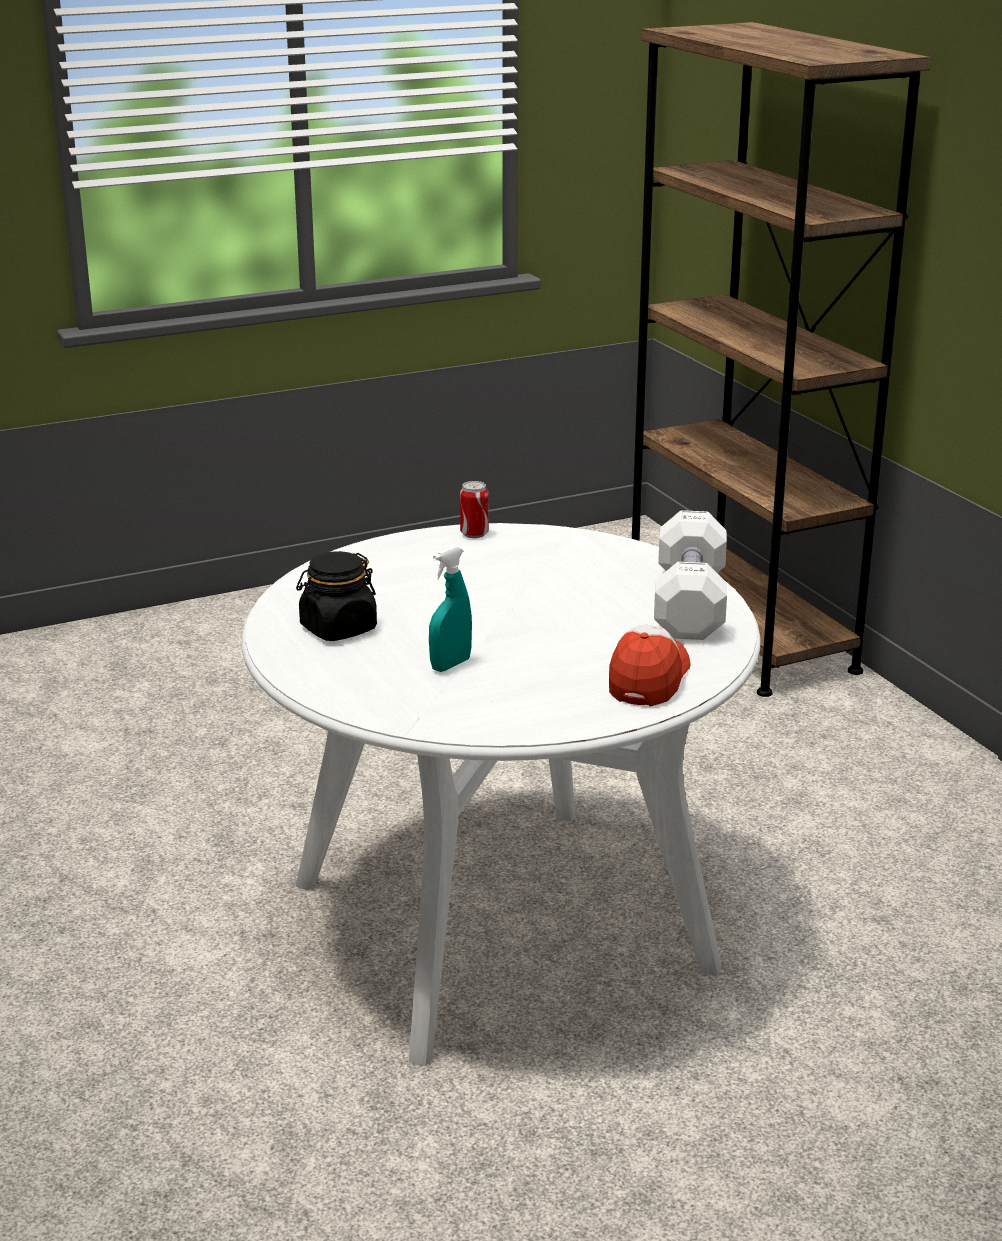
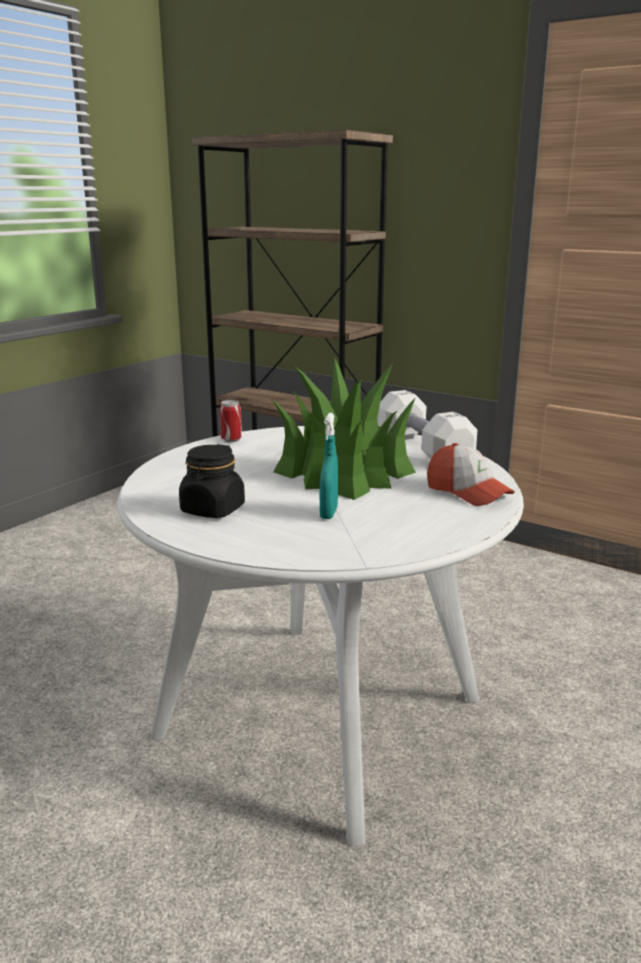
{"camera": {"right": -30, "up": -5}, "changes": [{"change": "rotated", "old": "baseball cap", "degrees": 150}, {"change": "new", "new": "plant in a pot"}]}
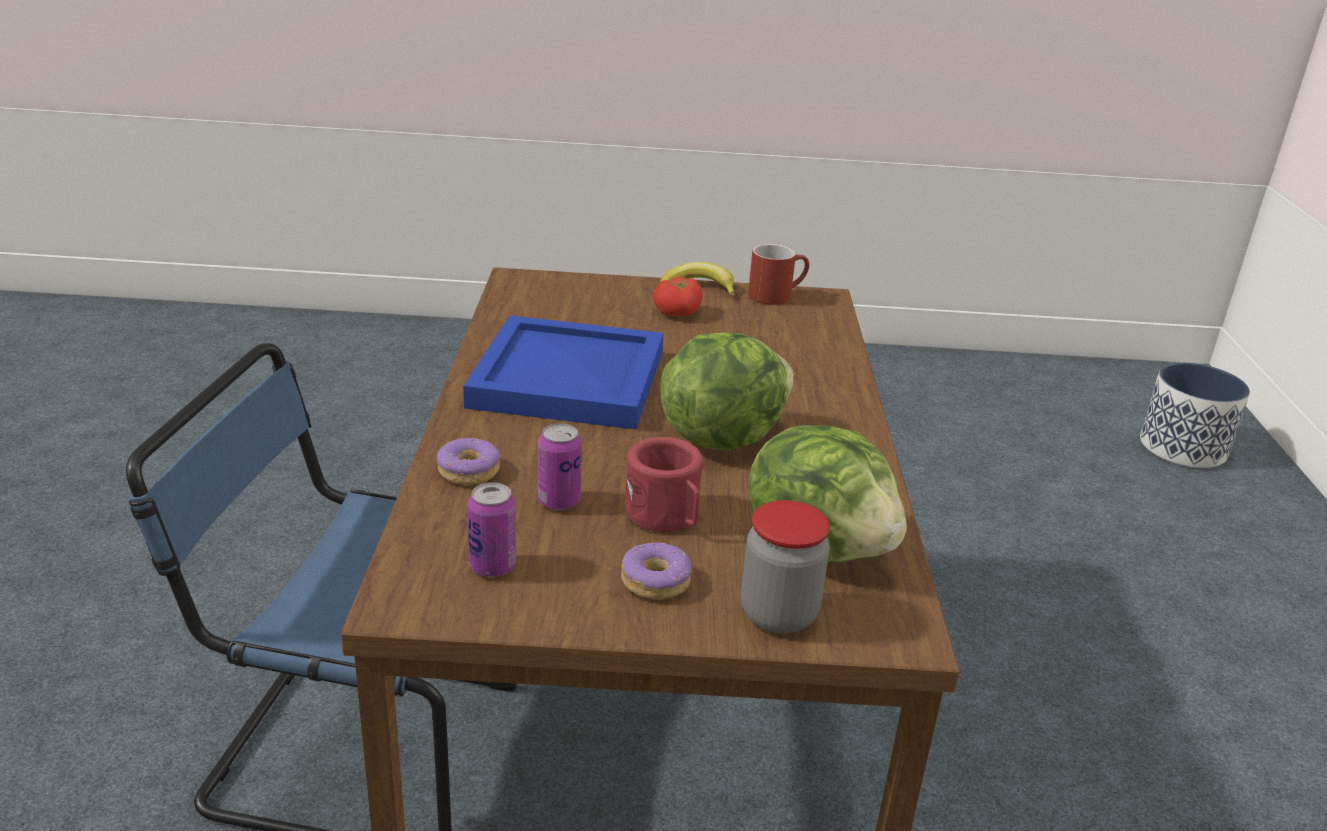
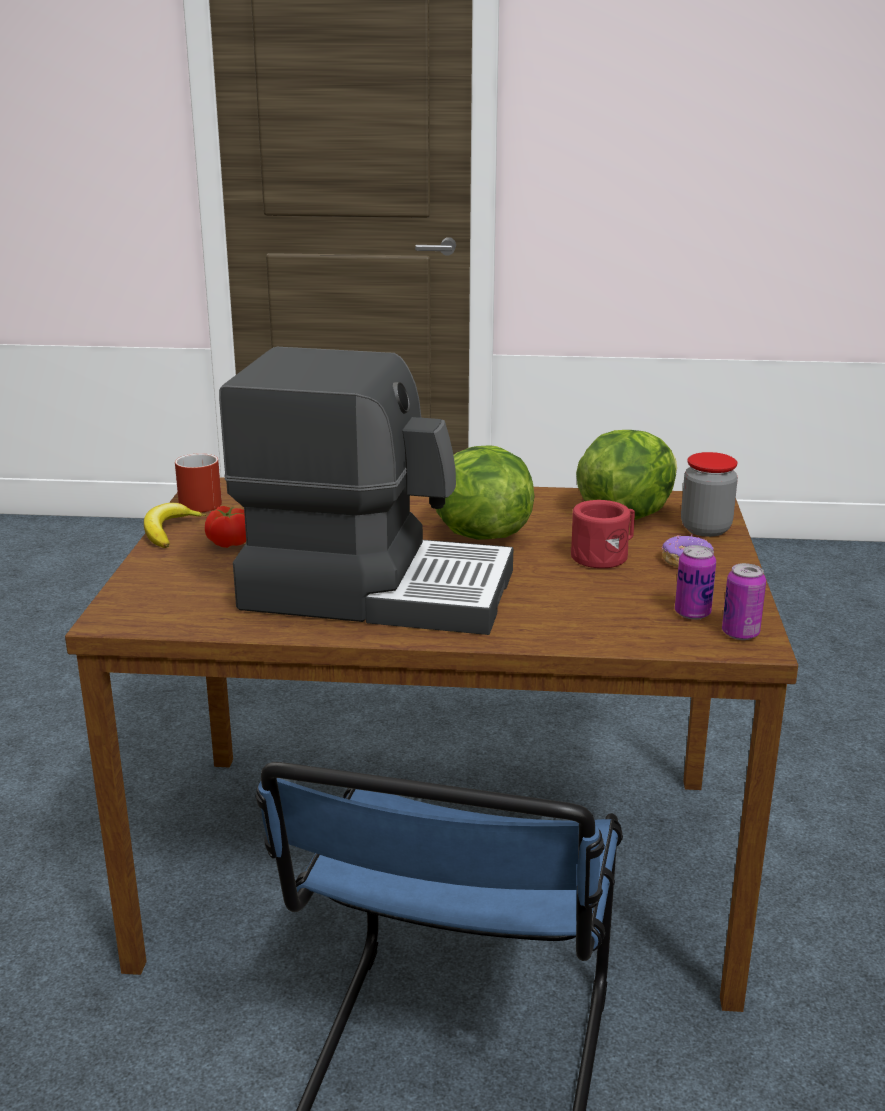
{"camera": {"right": -85, "up": -5}, "changes": [{"change": "swapped", "old": "blue-coloured tray", "new": "coffee maker"}, {"change": "gone", "old": "plant pot"}, {"change": "shifted", "old": "sealed can (no. 2 from left)"}, {"change": "gone", "old": "ring doughnut (no. 1 from left)"}]}
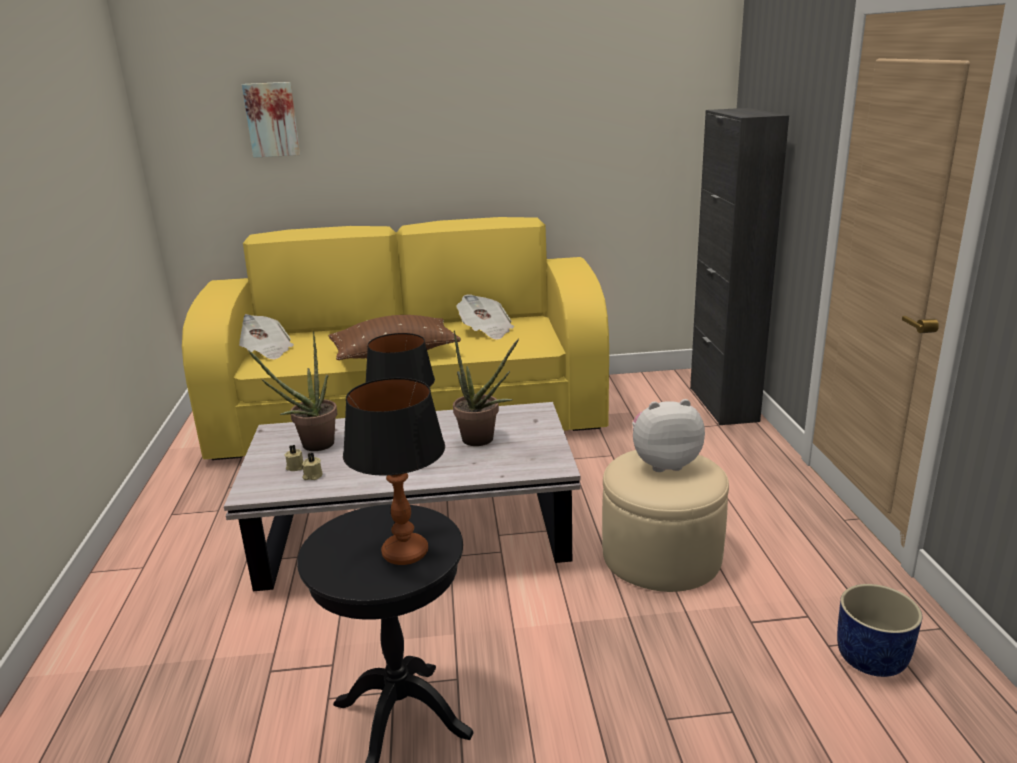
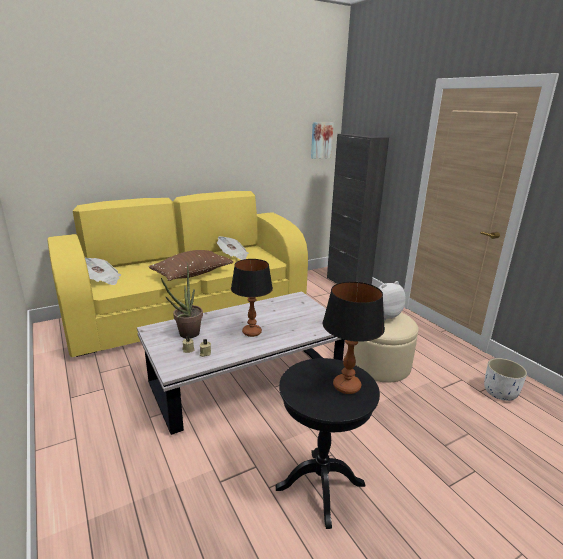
{"camera": {"right": -25, "up": 0}, "changes": [{"change": "shifted", "old": "wall picture"}, {"change": "gone", "old": "plant in a pot (no. 2 from left)"}, {"change": "repainted", "old": "blue-coloured plant pot", "new": "white plant pot"}]}
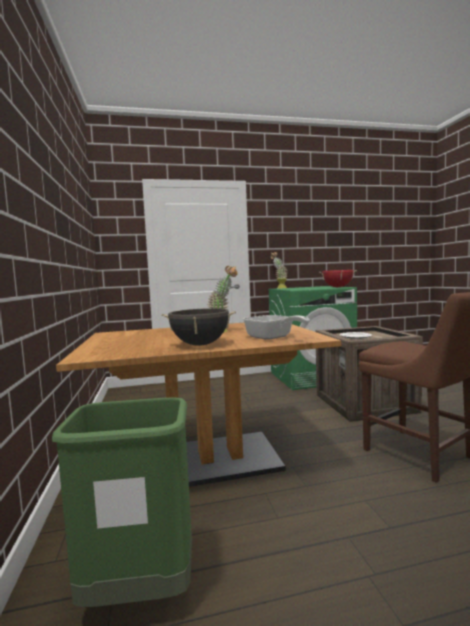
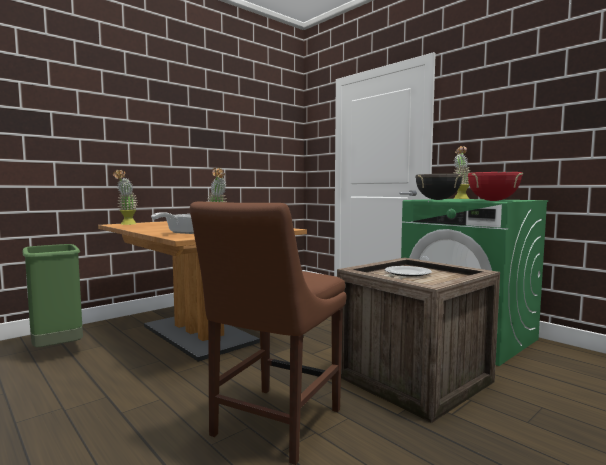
{"camera": {"right": 60, "up": 0}, "changes": [{"change": "shifted", "old": "black-coloured stockpot"}, {"change": "new", "new": "plant in a pot (no. 1 from left)"}]}
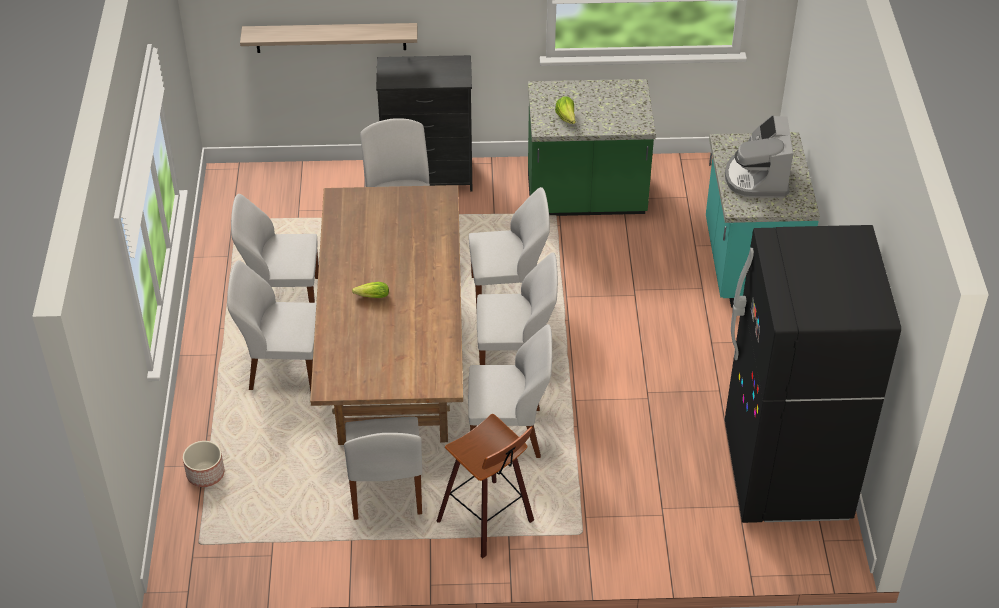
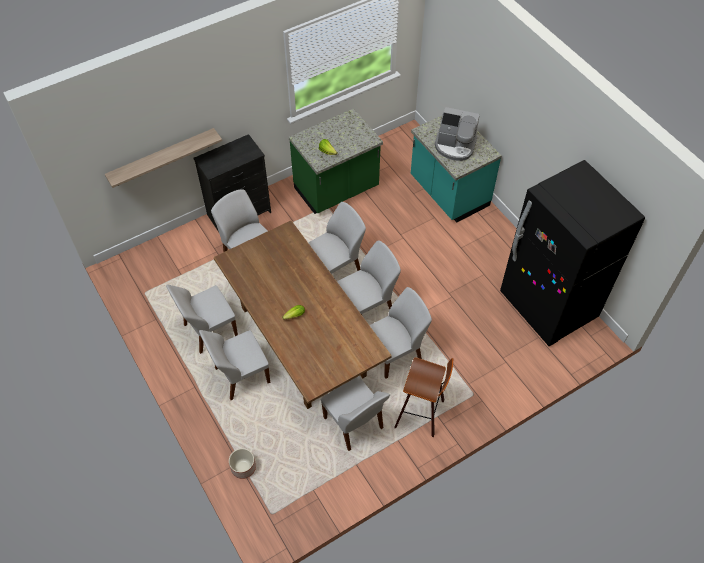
{"camera": {"right": -30, "up": 10}, "changes": [{"change": "rotated", "old": "coffee maker", "degrees": -45}]}
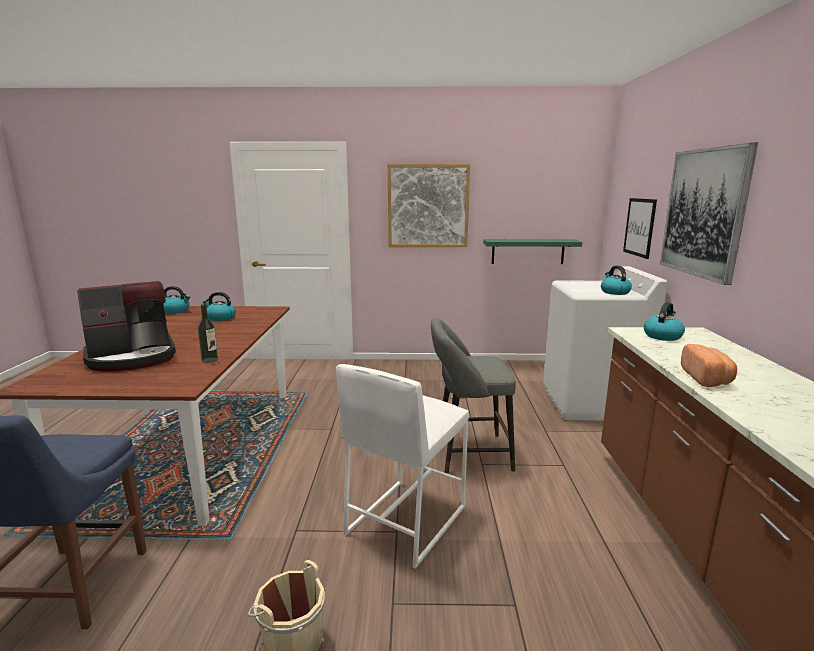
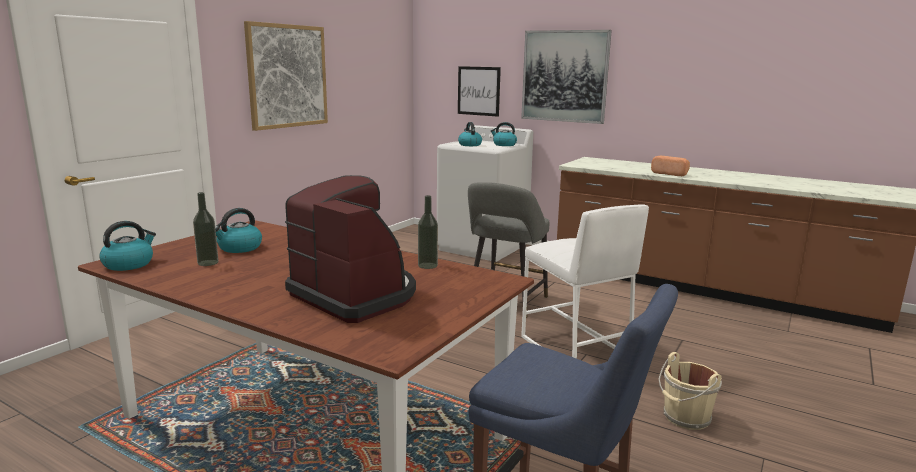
{"camera": {"right": -60, "up": 0}, "changes": [{"change": "gone", "old": "green-coloured bracket shelf"}, {"change": "rotated", "old": "coffee maker", "degrees": -45}, {"change": "shifted", "old": "water kettle (no. 4 from left in the first image)", "new": "water kettle (no. 3 from left)"}, {"change": "new", "new": "beverage bottle (no. 1 from left)"}]}
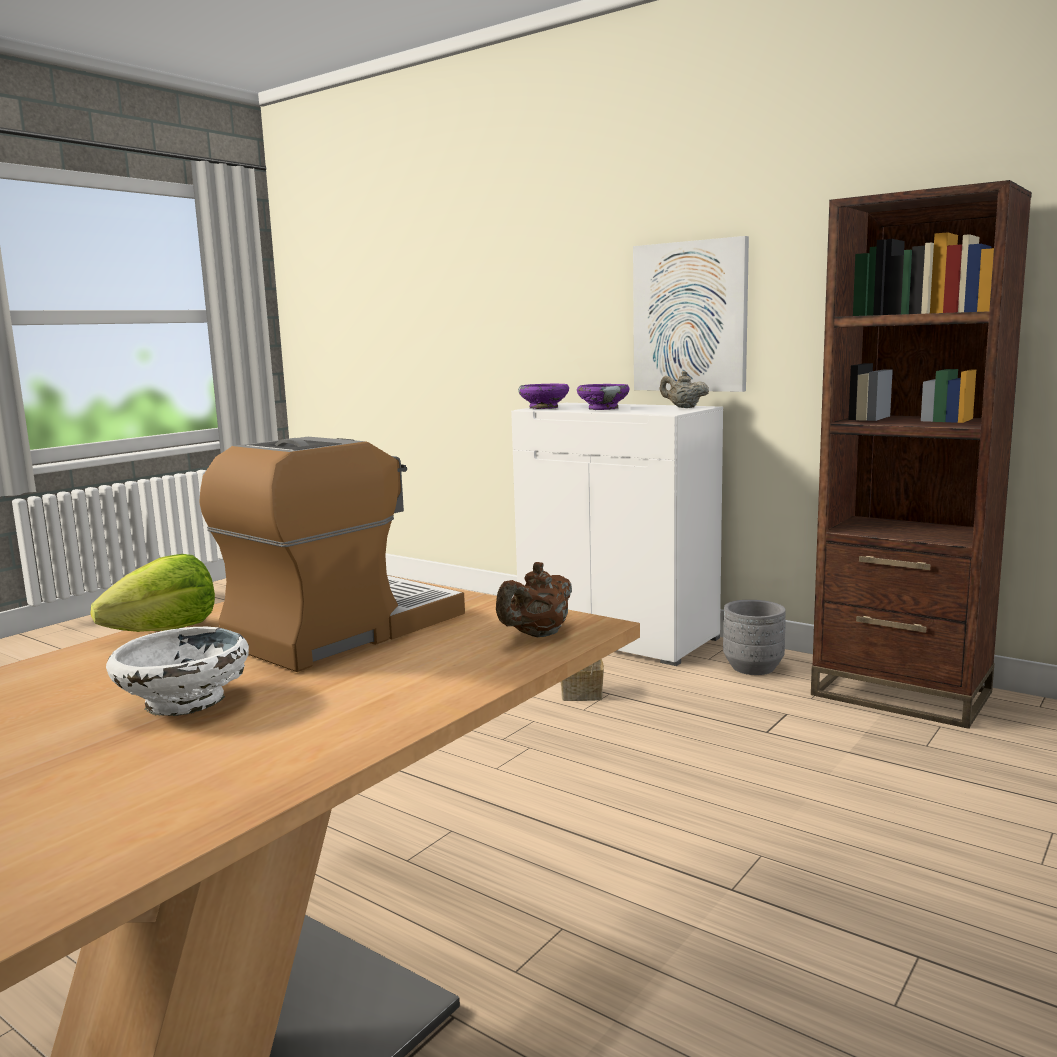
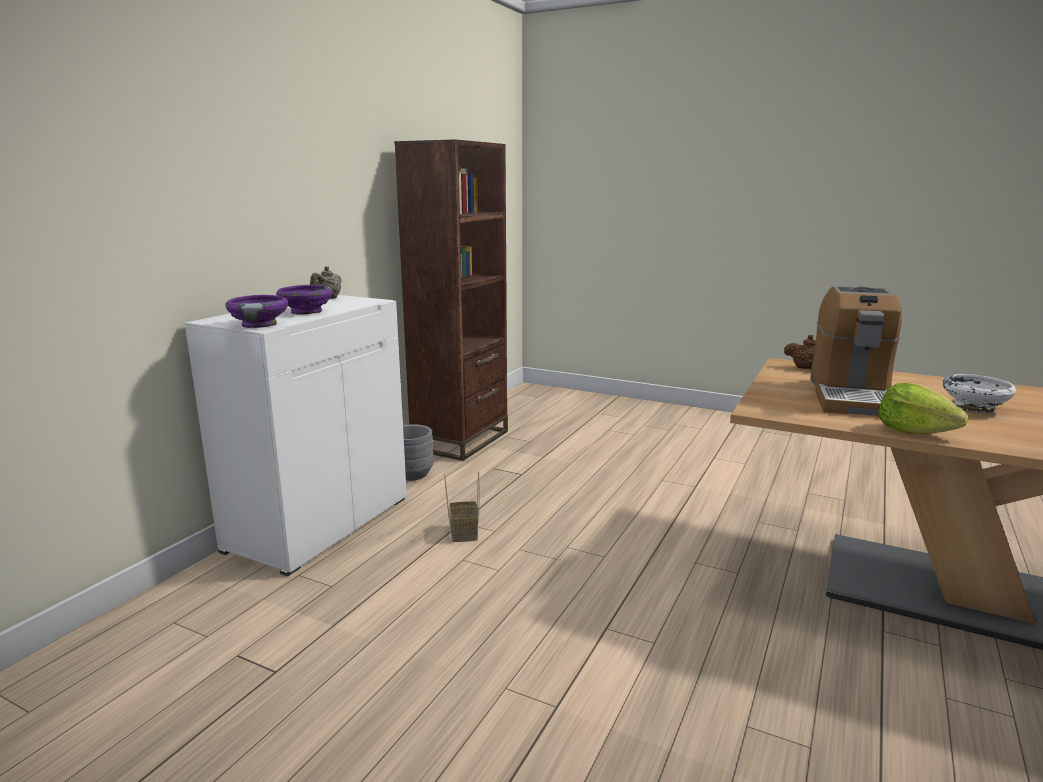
{"camera": {"right": -100, "up": 5}, "changes": [{"change": "gone", "old": "wall picture"}, {"change": "rotated", "old": "coffee maker", "degrees": -105}]}
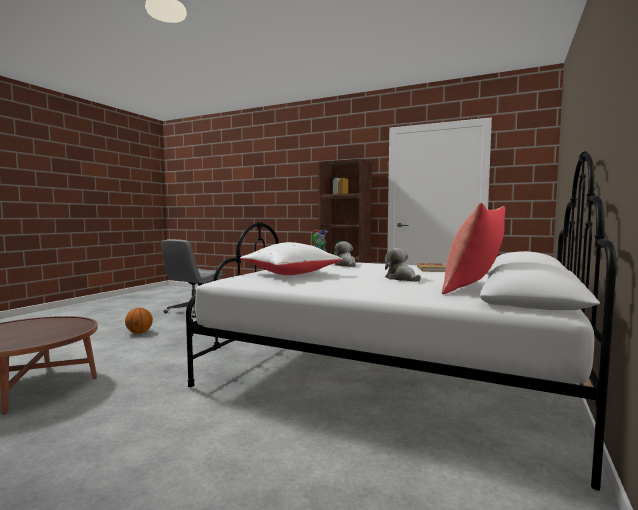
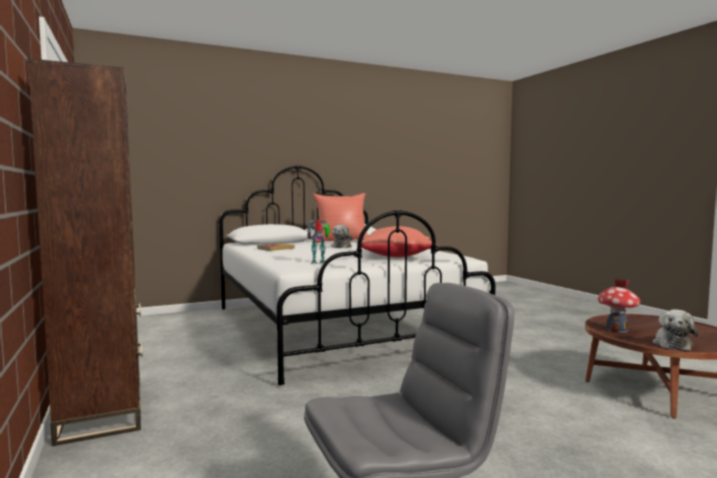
{"camera": {"right": -140, "up": 0}, "changes": [{"change": "shifted", "old": "soft toy (no. 1 from left in the first image)", "new": "soft toy (no. 2 from left)"}, {"change": "repainted", "old": "white throw pillow", "new": "red throw pillow (no. 2 from left)"}, {"change": "gone", "old": "basketball ball"}, {"change": "new", "new": "model house"}]}
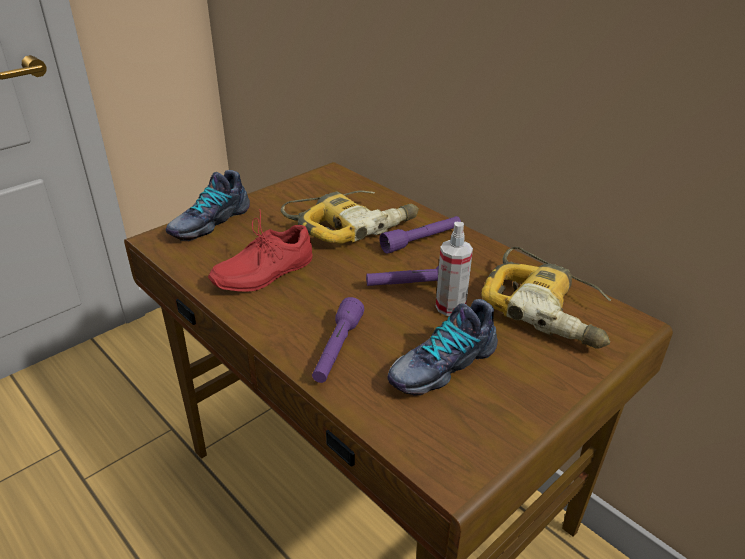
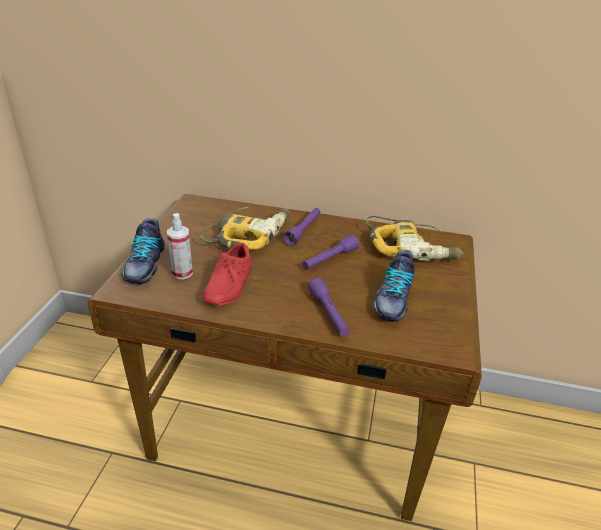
{"camera": {"right": -35, "up": 0}, "changes": [{"change": "shifted", "old": "sprayer"}]}
